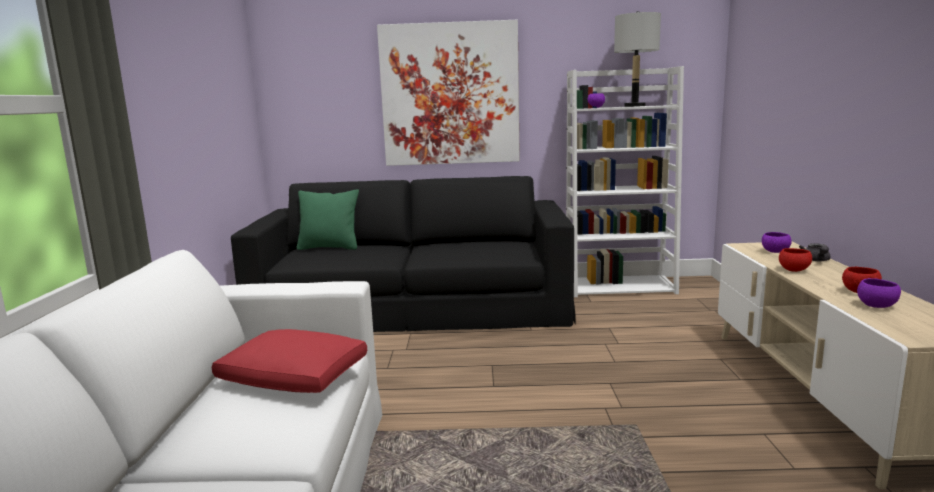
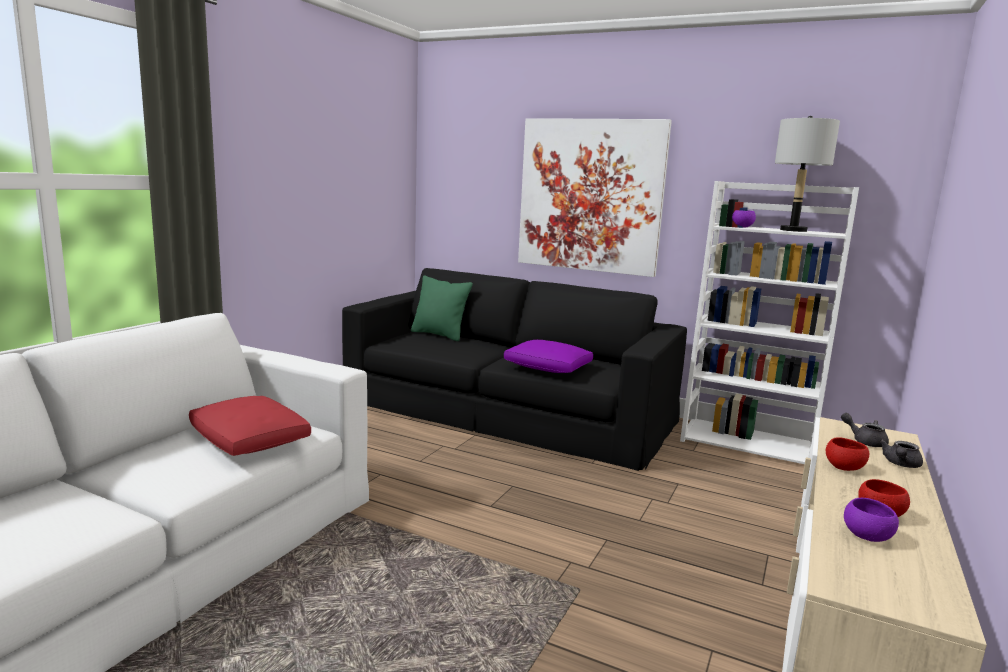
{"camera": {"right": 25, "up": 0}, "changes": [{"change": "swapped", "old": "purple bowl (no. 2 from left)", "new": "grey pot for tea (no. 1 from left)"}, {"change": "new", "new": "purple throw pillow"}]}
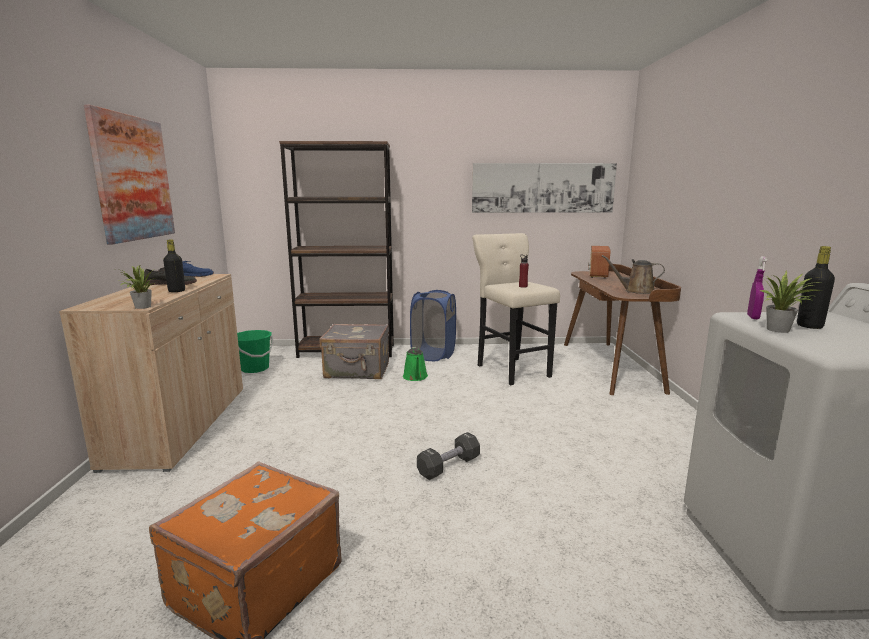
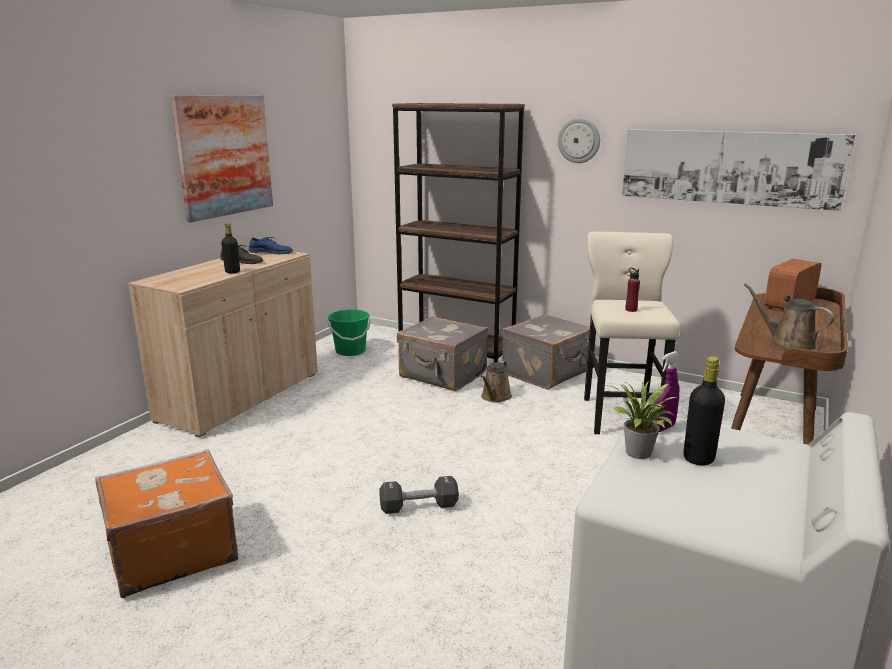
{"camera": {"right": 30, "up": 5}, "changes": [{"change": "gone", "old": "plant in a pot (no. 1 from left)"}, {"change": "swapped", "old": "blue-coloured hamper", "new": "grey travel case (no. 2 from left)"}, {"change": "repainted", "old": "green-coloured watering pot", "new": "brownish watering pot (no. 1 from left)"}, {"change": "new", "new": "wall clock"}]}
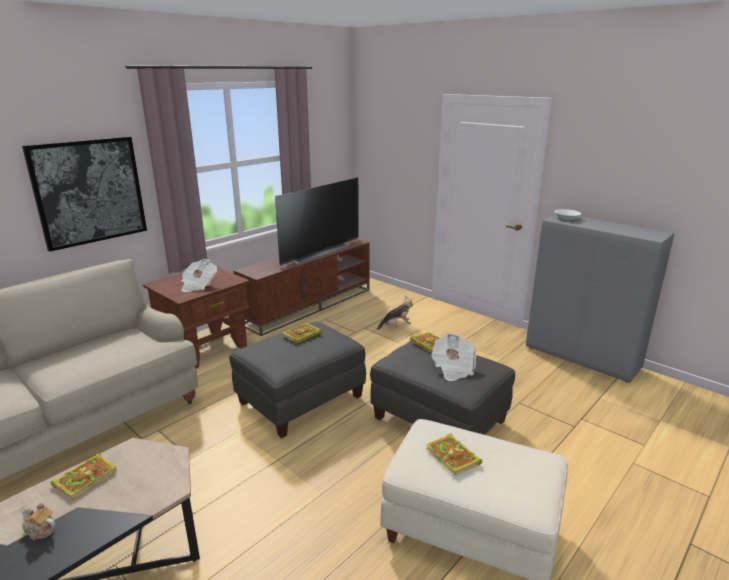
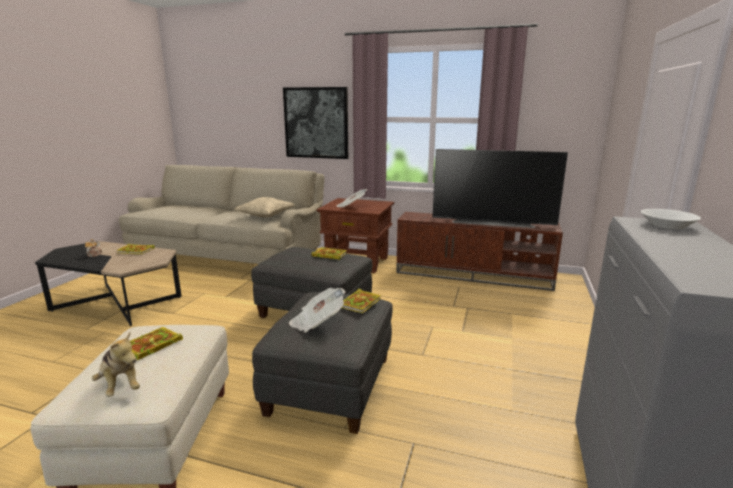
{"camera": {"right": 65, "up": -5}, "changes": [{"change": "shifted", "old": "soft toy"}, {"change": "new", "new": "beige-coloured throw pillow"}]}
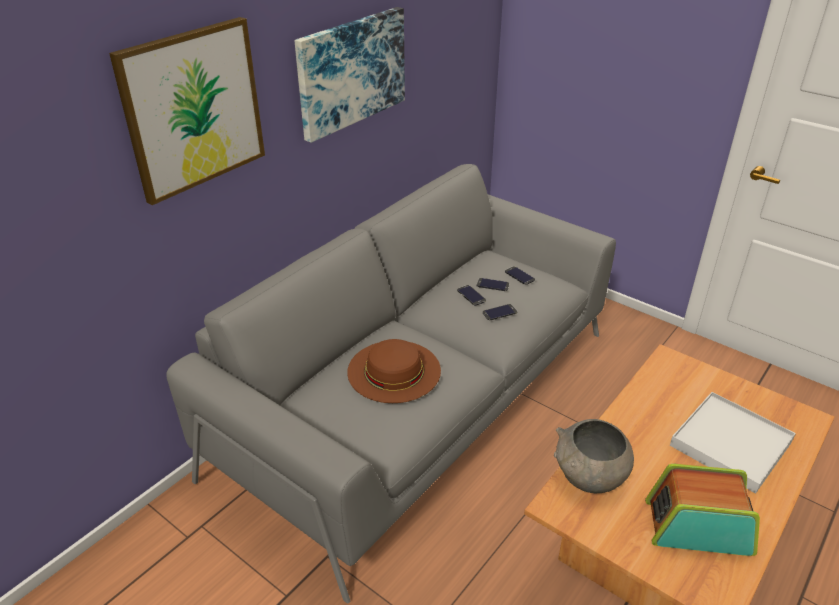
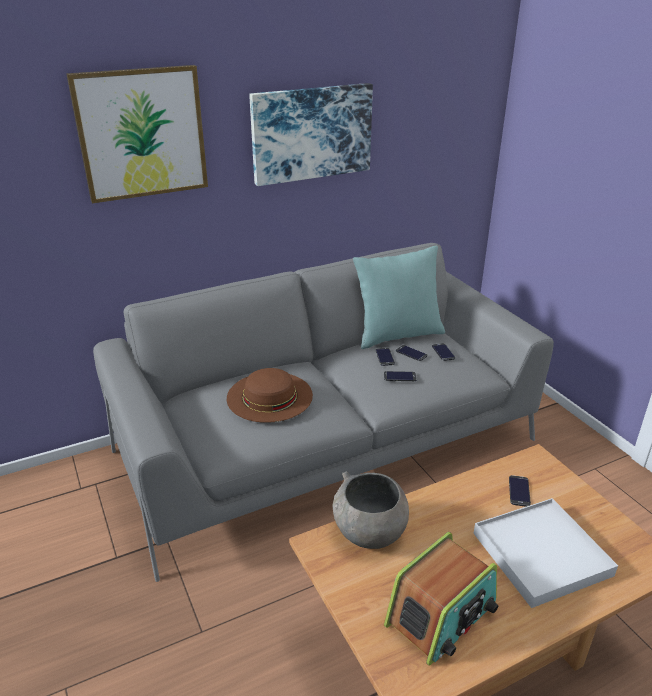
{"camera": {"right": 25, "up": -5}, "changes": [{"change": "rotated", "old": "radio receiver", "degrees": 105}, {"change": "new", "new": "turquoise throw pillow"}, {"change": "new", "new": "telephone (no. 5 from left)"}]}
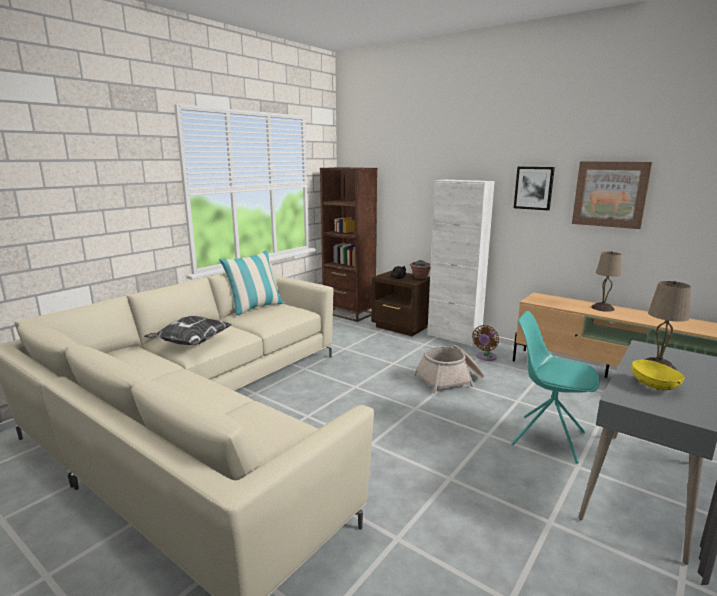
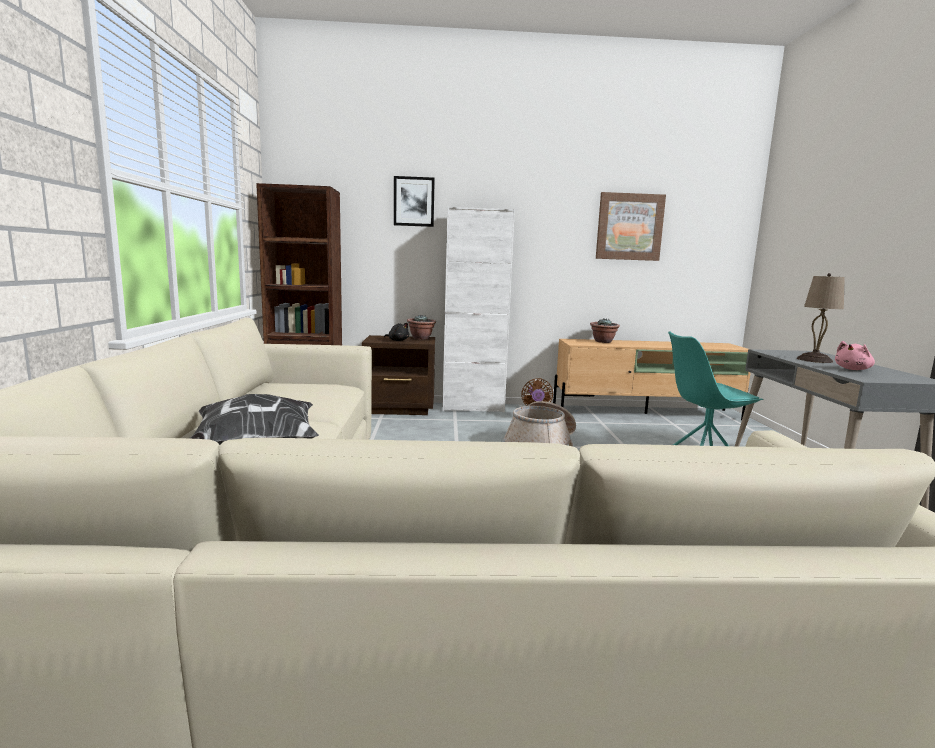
{"camera": {"right": -40, "up": -5}, "changes": [{"change": "shifted", "old": "wall picture (no. 1 from left)"}, {"change": "gone", "old": "throw pillow (no. 2 from left)"}, {"change": "gone", "old": "beige-coloured tabletop lamp (no. 1 from left)"}, {"change": "swapped", "old": "yellow bowl", "new": "pink-coloured soft toy"}, {"change": "new", "new": "plant in a pot (no. 2 from left)"}]}
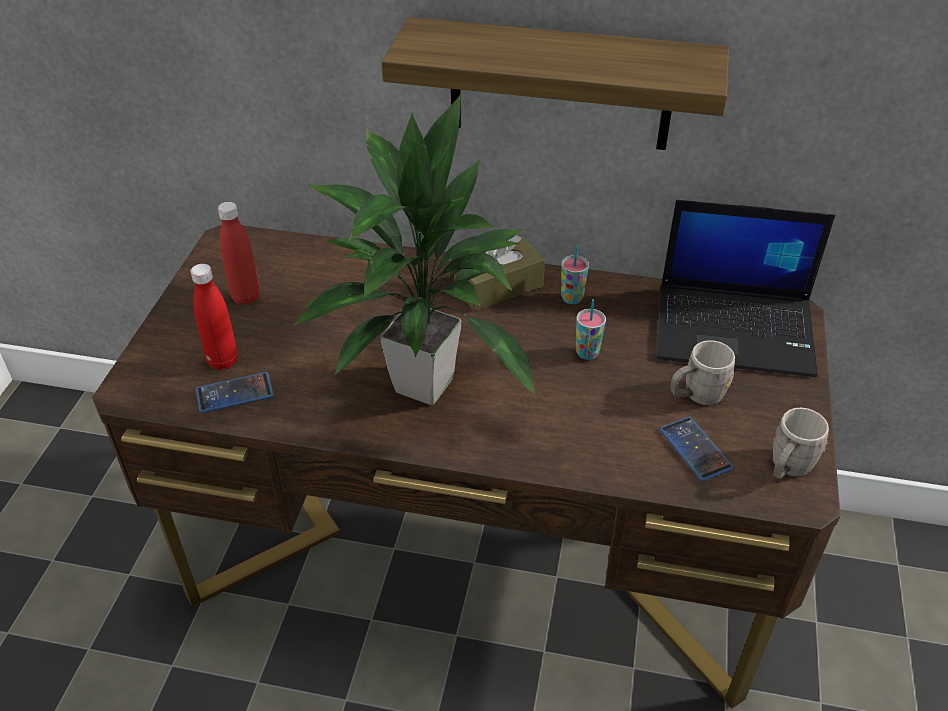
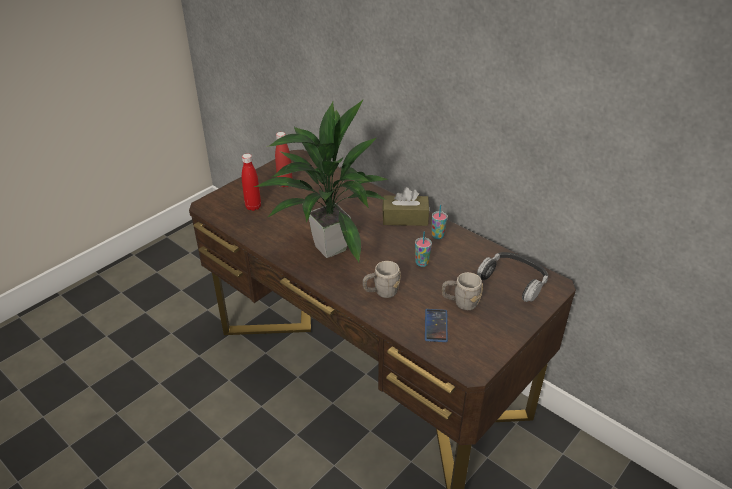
{"camera": {"right": 30, "up": -5}, "changes": [{"change": "gone", "old": "bracket shelf"}, {"change": "swapped", "old": "laptop", "new": "headset"}, {"change": "gone", "old": "telephone (no. 1 from left)"}, {"change": "shifted", "old": "grey mug (no. 2 from left in the first image)", "new": "grey mug (no. 1 from left)"}]}
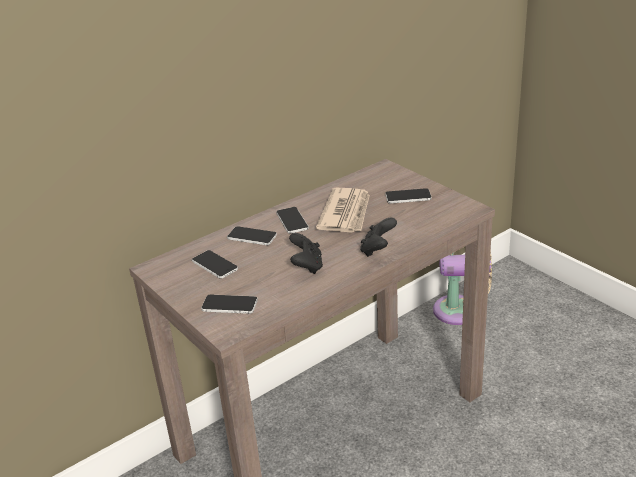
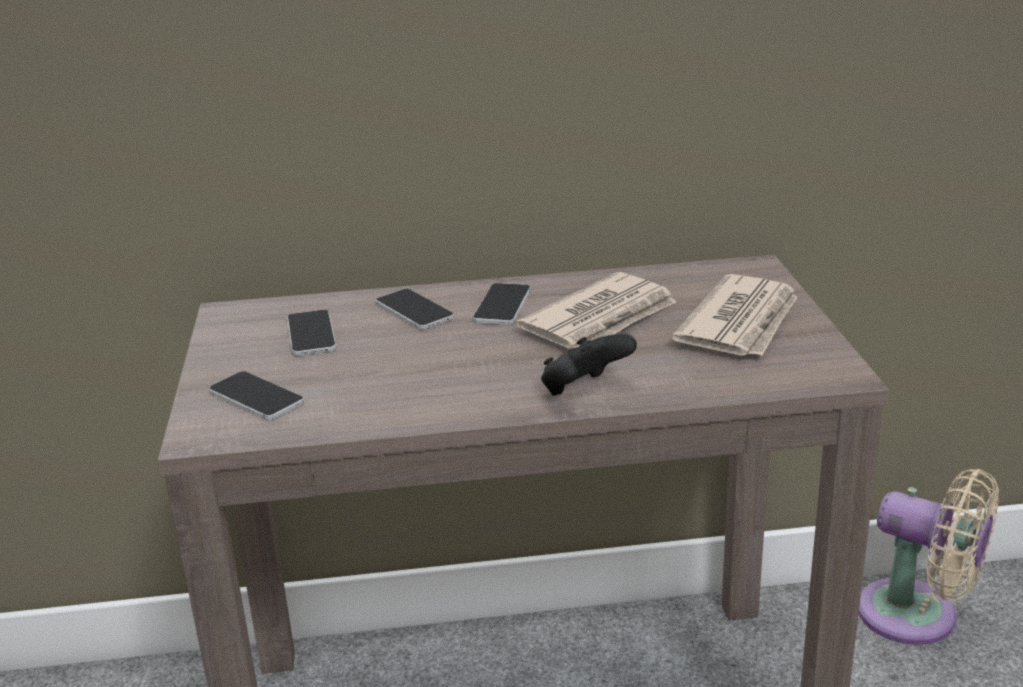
{"camera": {"right": 30, "up": -5}, "changes": [{"change": "swapped", "old": "telephone (no. 5 from left)", "new": "newspaper (no. 2 from left)"}, {"change": "gone", "old": "black-coloured gamepad (no. 1 from left)"}]}
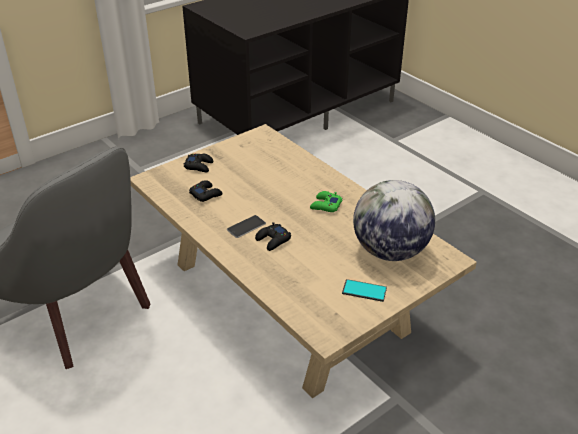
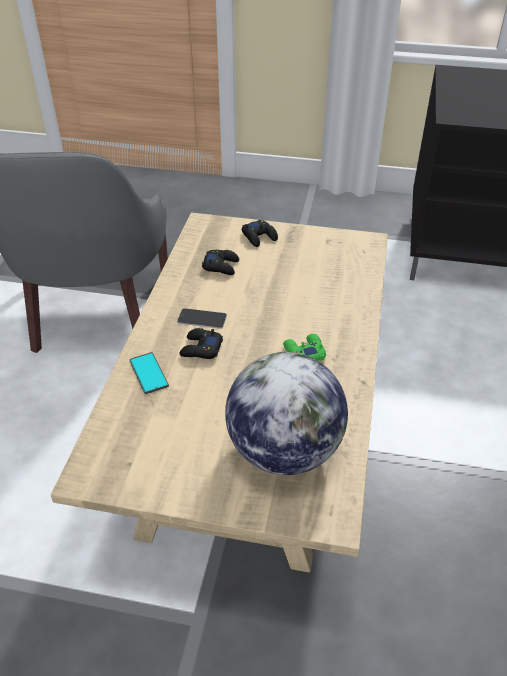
{"camera": {"right": 50, "up": 5}, "changes": [{"change": "shifted", "old": "telephone (no. 2 from left in the first image)", "new": "telephone (no. 1 from left)"}]}
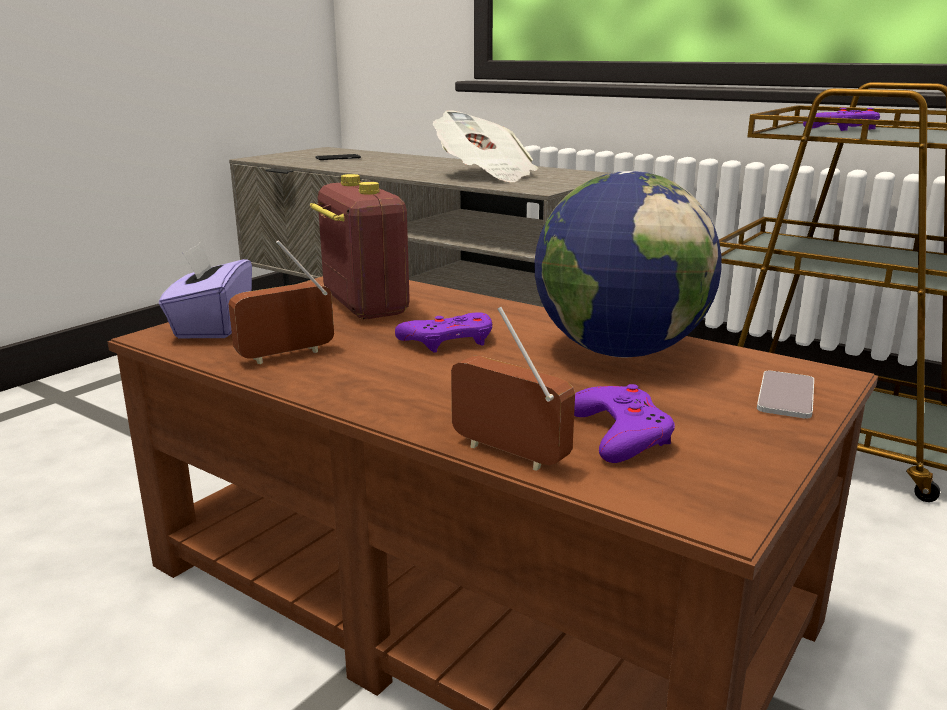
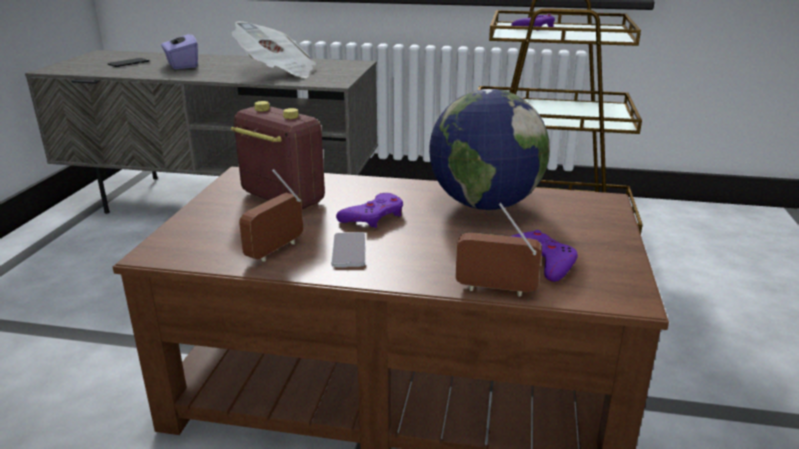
{"camera": {"right": -25, "up": 5}, "changes": [{"change": "shifted", "old": "purple box of tissues"}, {"change": "shifted", "old": "telephone (no. 2 from left)"}]}
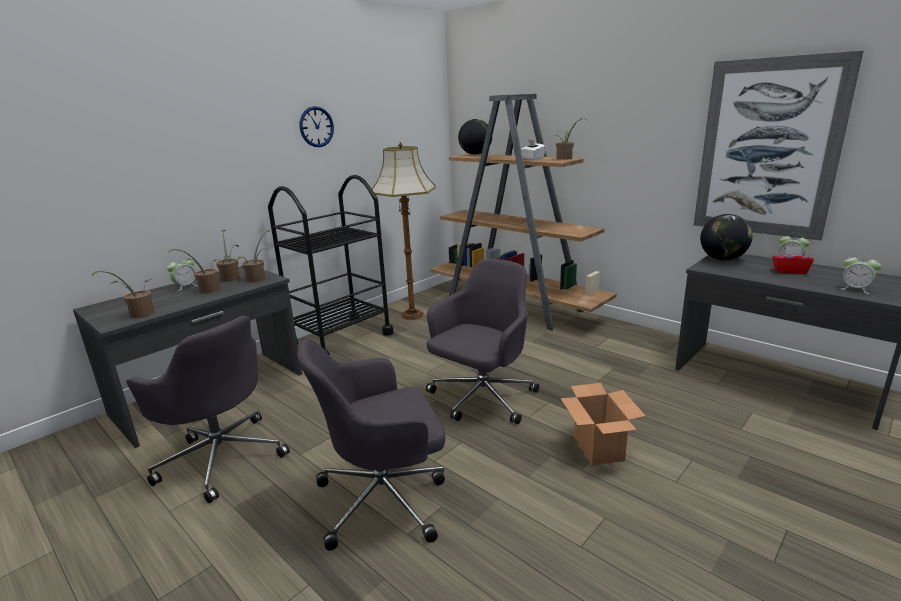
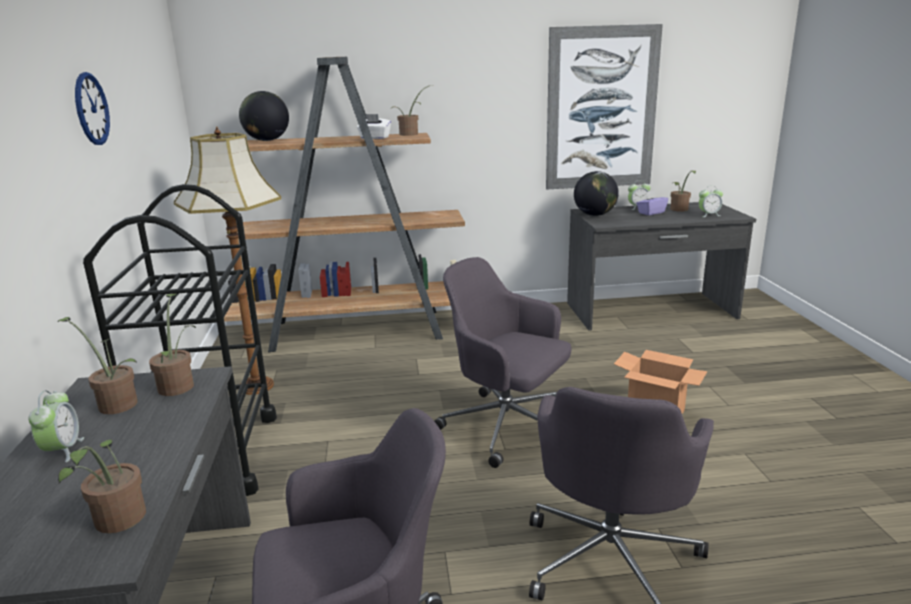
{"camera": {"right": -50, "up": 0}, "changes": [{"change": "repainted", "old": "red box of tissues", "new": "purple box of tissues"}, {"change": "shifted", "old": "plant in a pot (no. 2 from left in the first image)", "new": "plant in a pot (no. 5 from left)"}, {"change": "rotated", "old": "grey computer chair (no. 3 from left in the first image)", "degrees": -45}]}
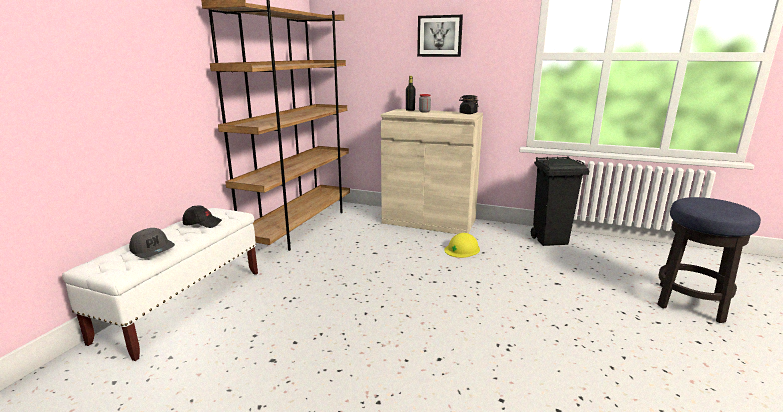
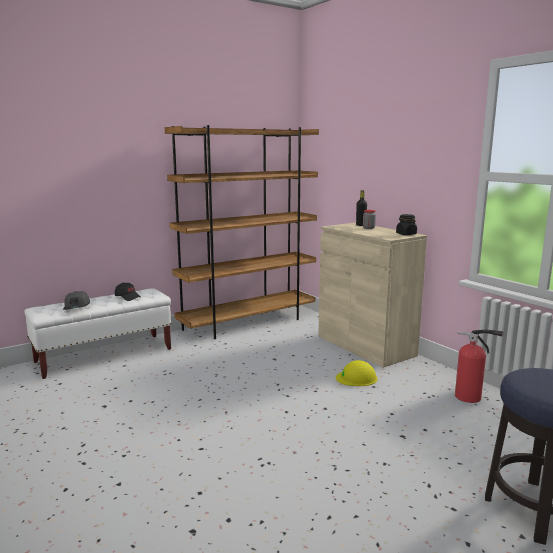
{"camera": {"right": 35, "up": -5}, "changes": [{"change": "gone", "old": "wall picture"}, {"change": "swapped", "old": "black-coloured trash can", "new": "extinguisher"}]}
